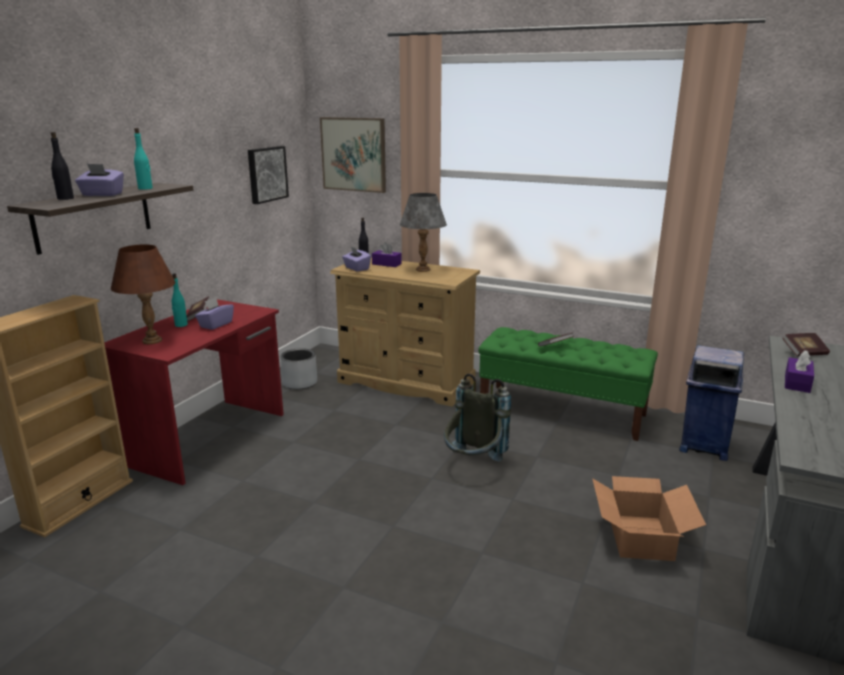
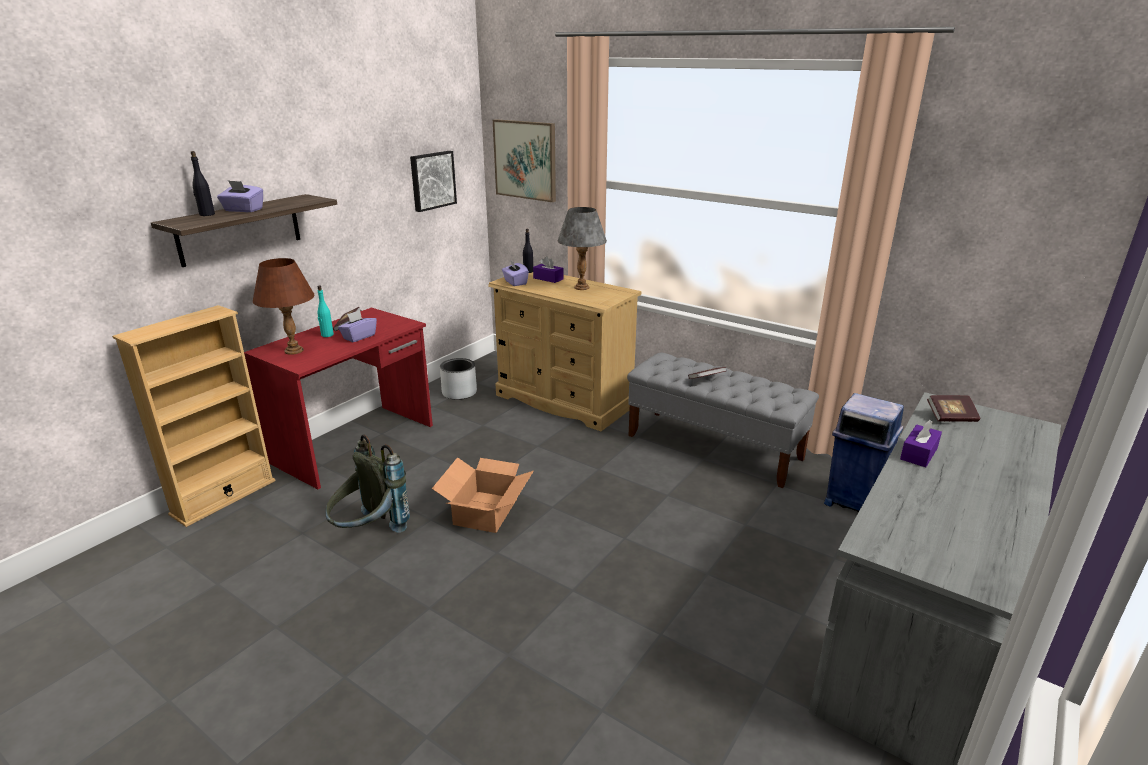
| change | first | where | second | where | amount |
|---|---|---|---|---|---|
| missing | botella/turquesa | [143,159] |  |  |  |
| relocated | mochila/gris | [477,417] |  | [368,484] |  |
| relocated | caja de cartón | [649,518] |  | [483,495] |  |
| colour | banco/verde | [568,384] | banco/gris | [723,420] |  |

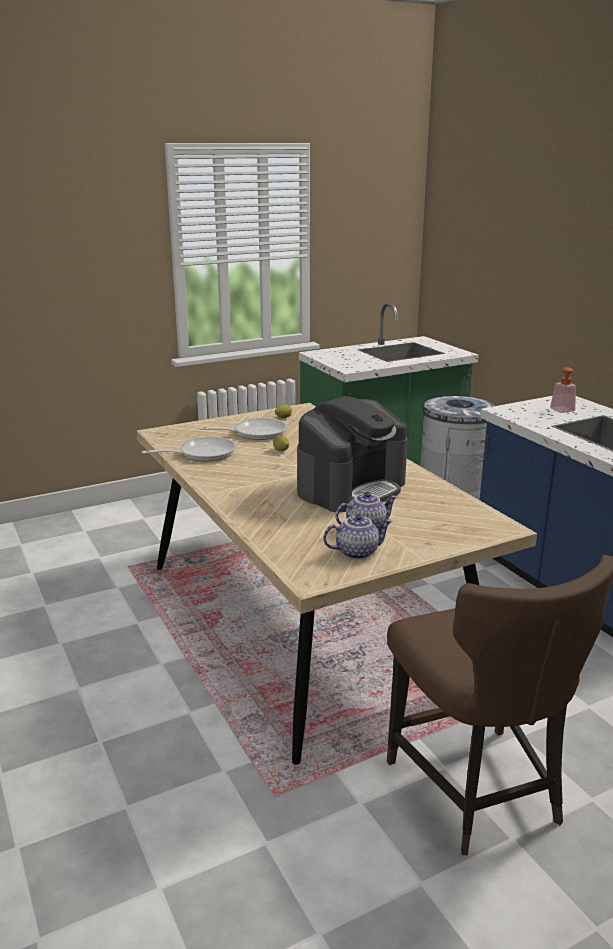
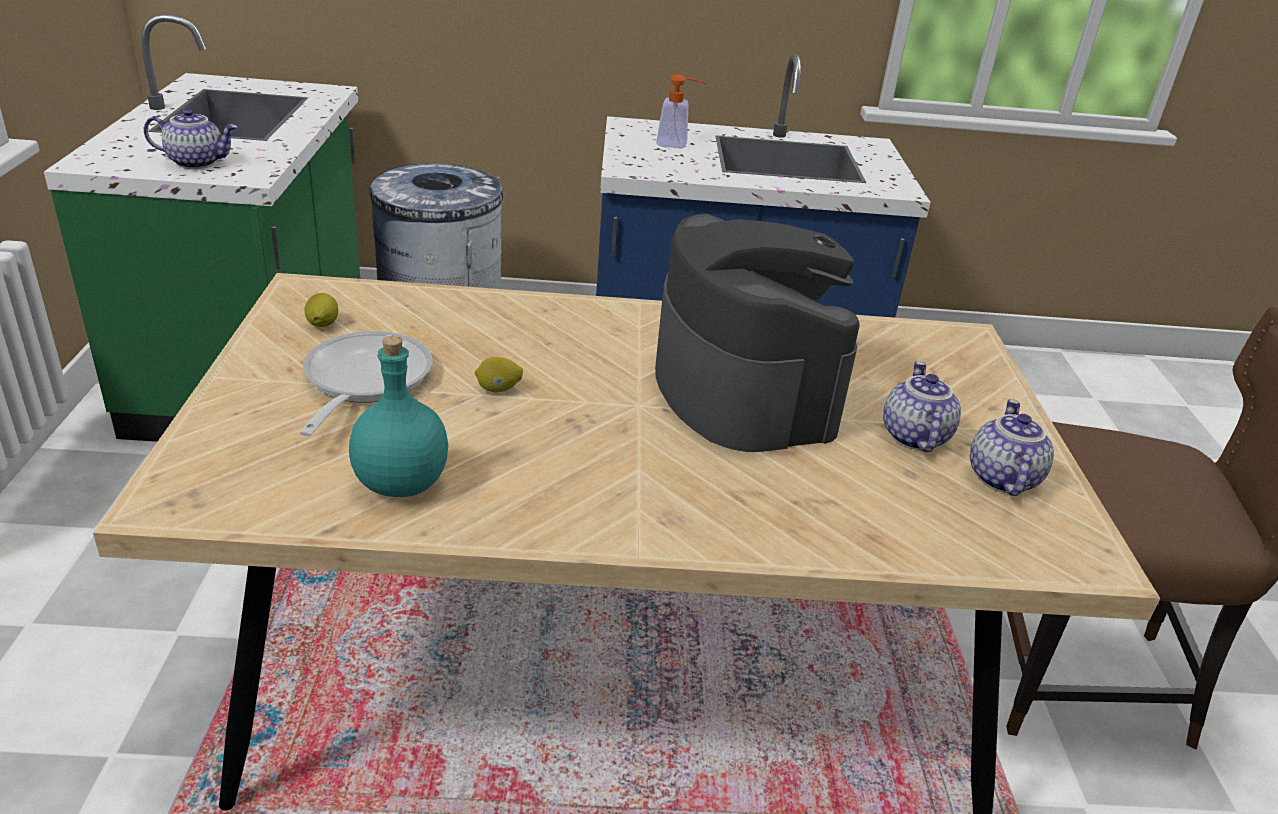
| change | first | where | second | where | amount |
|---|---|---|---|---|---|
| appeared |  |  | tetera | [190,138] |  |
| exchanged | sartén | [189,449] | botella/turquesa | [398,416] |  |

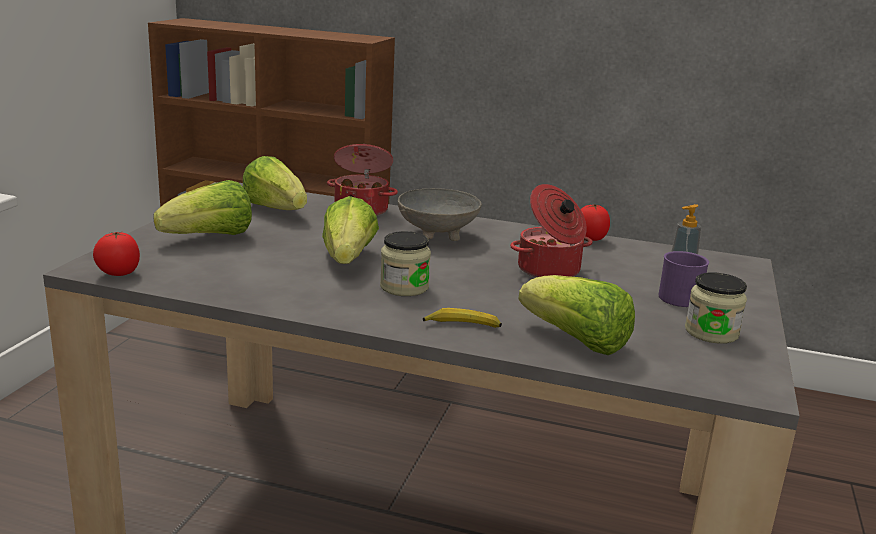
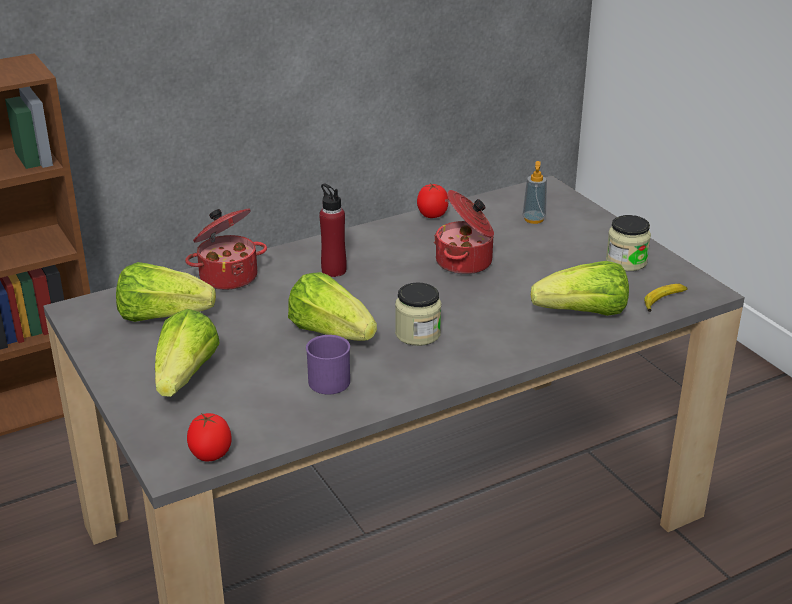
| change | first | where | second | where | amount |
|---|---|---|---|---|---|
| relocated | plátano | [462,318] |  | [665,298] |  |
| relocated | taza grande/morado | [683,279] |  | [328,364] |  |
| exchanged | cuenco/gris | [440,214] | botella/rojo | [333,230] |  |

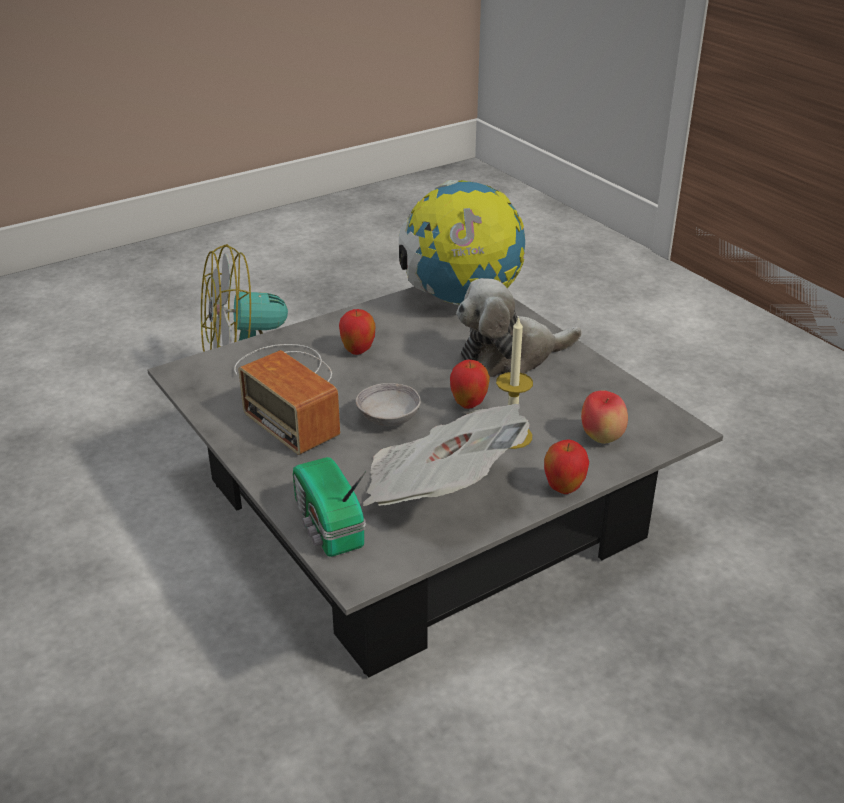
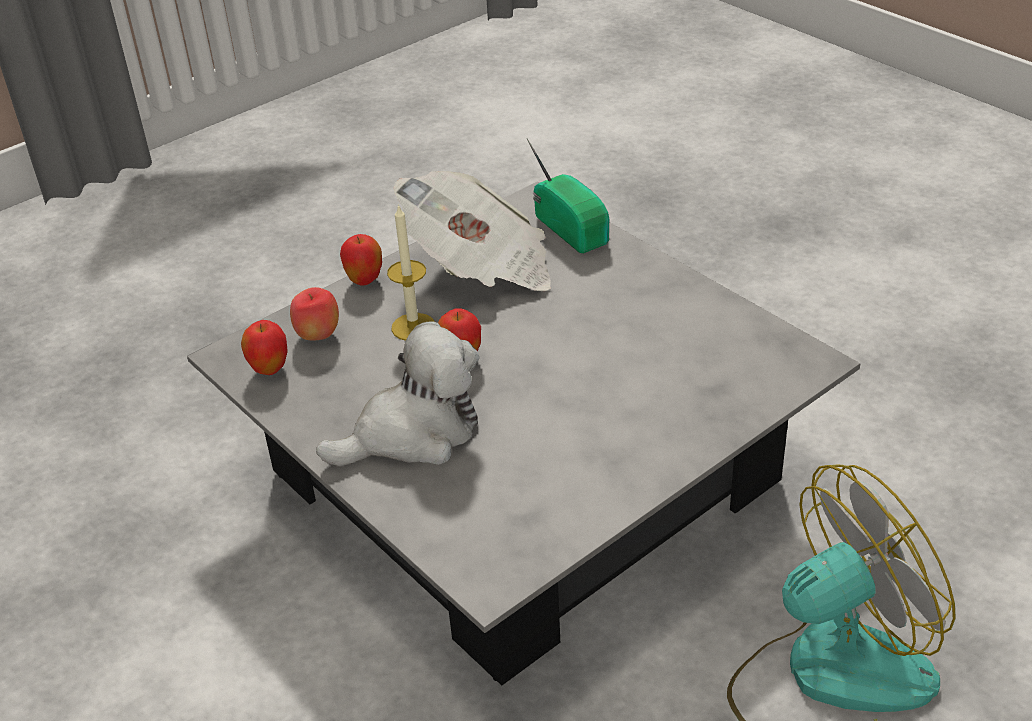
| change | first | where | second | where | amount |
|---|---|---|---|---|---|
| missing | radio | [287,399] |  |  |  |
| missing | cuenco/gris | [388,404] |  |  |  |
| missing | globo terráqueo | [462,242] |  |  |  |
| relocated | manzana | [357,332] |  | [264,347] |  |

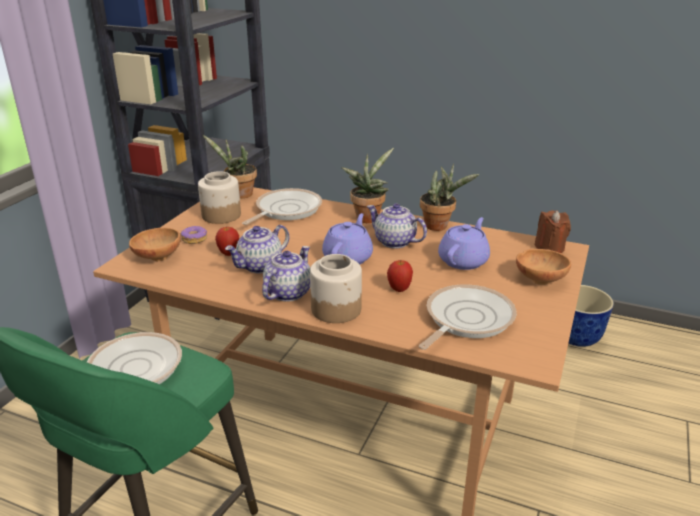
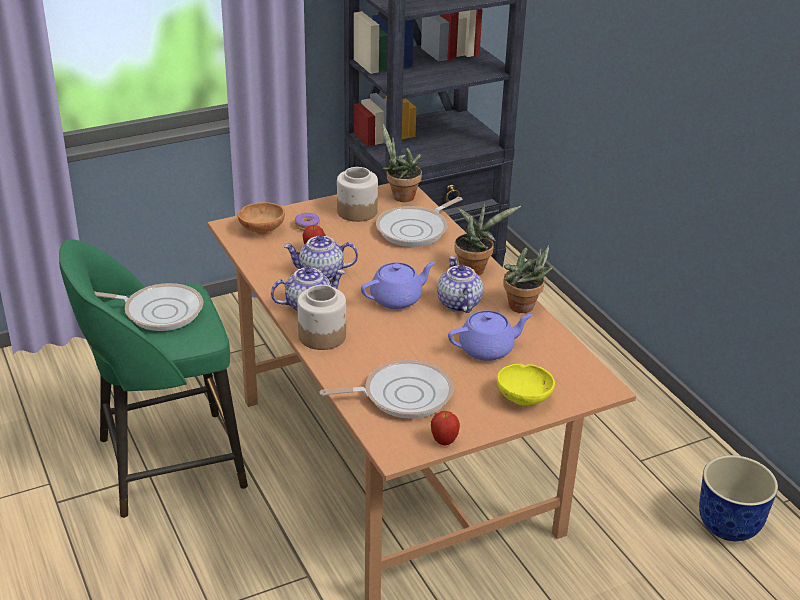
| change | first | where | second | where | amount |
|---|---|---|---|---|---|
| missing | vela/marrón | [552,231] |  |  |  |
| relocated | manzana | [400,276] |  | [445,428] |  |
| colour | cuenco/marrón | [543,267] | cuenco/amarillo | [526,384] |  |
| spun | sartén | [282,206] |  | [419,222] | 150 degrees clockwise |

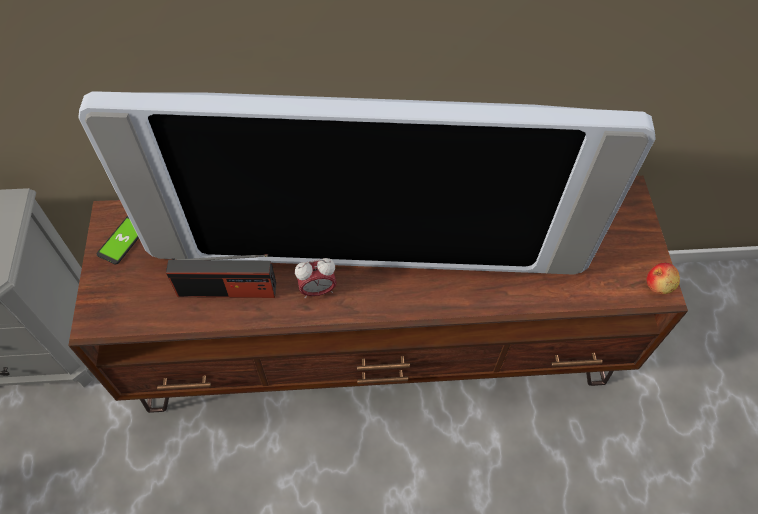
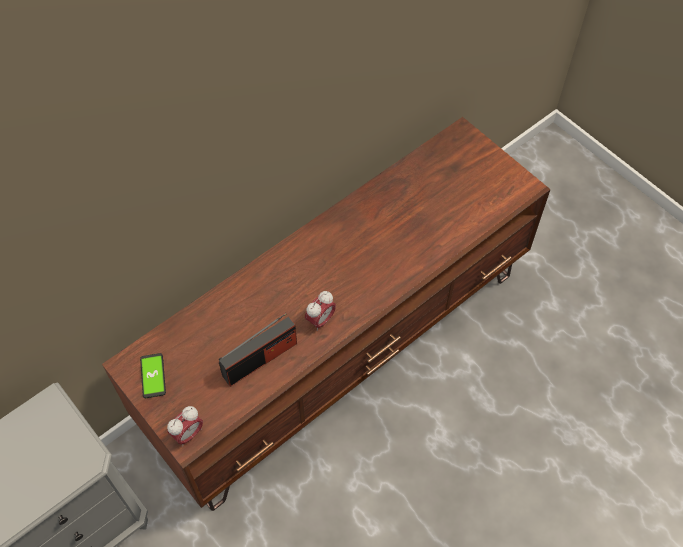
| change | first | where | second | where | amount |
|---|---|---|---|---|---|
| missing | televisor | [367,183] |  |  |  |
| missing | manzana | [663,278] |  |  |  |
| appeared |  |  | despertador | [185,426] |  |

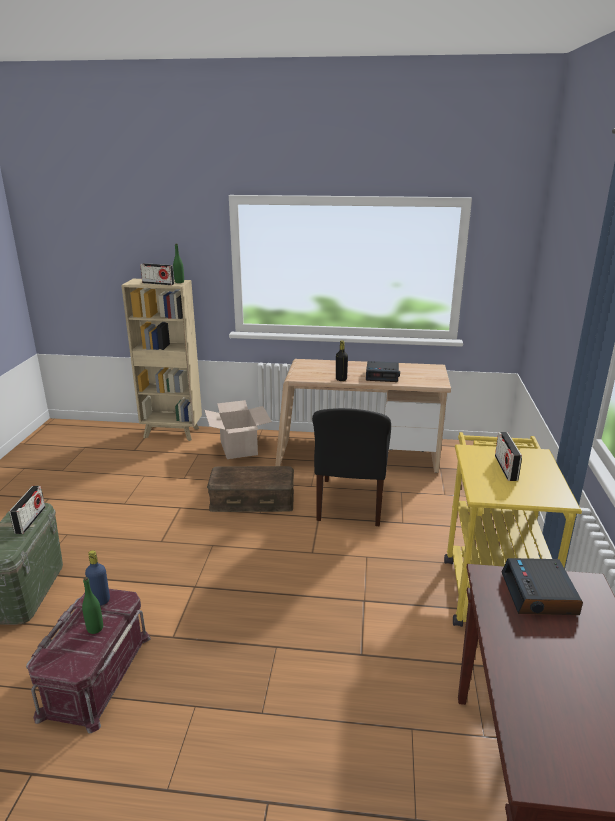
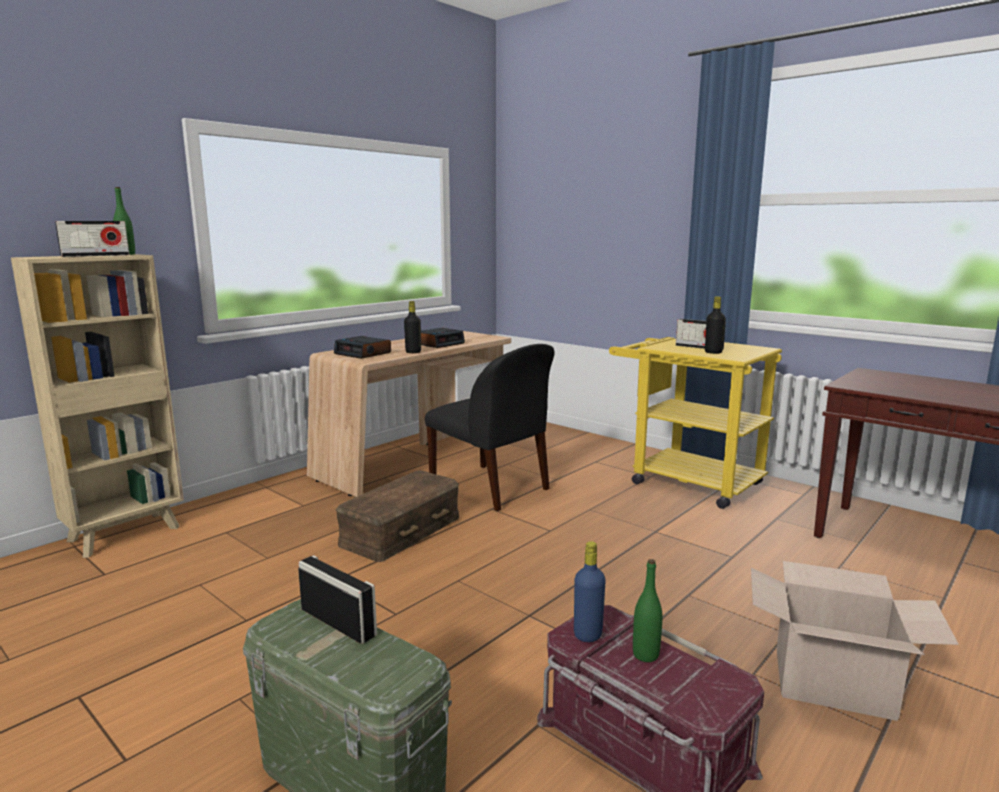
| change | first | where | second | where | amount |
|---|---|---|---|---|---|
| appeared |  |  | botella/negro | [715,325] |  |
| relocated | caja de cartón | [238,429] |  | [855,641] |  |
| relocated | despertador | [542,586] |  | [362,347] |  |

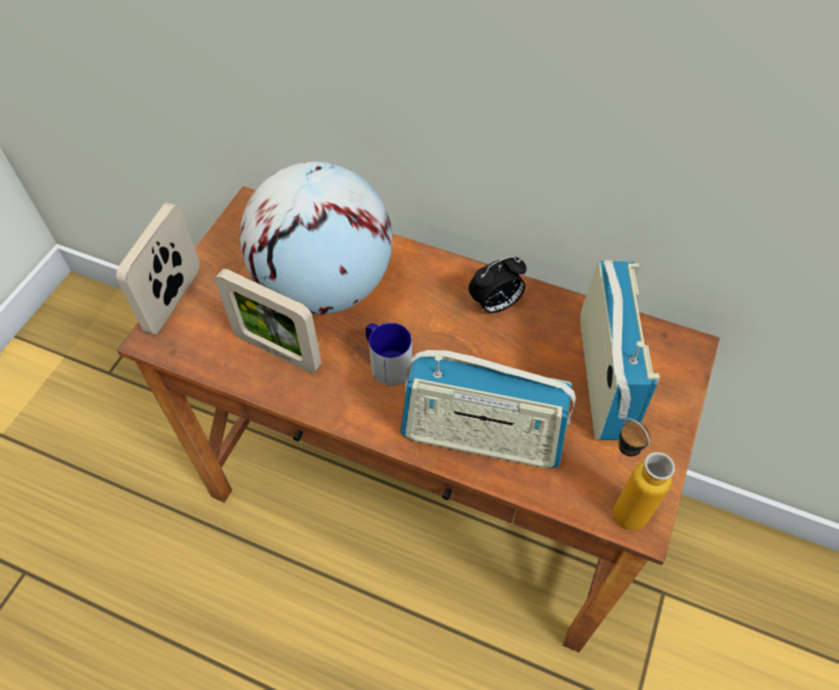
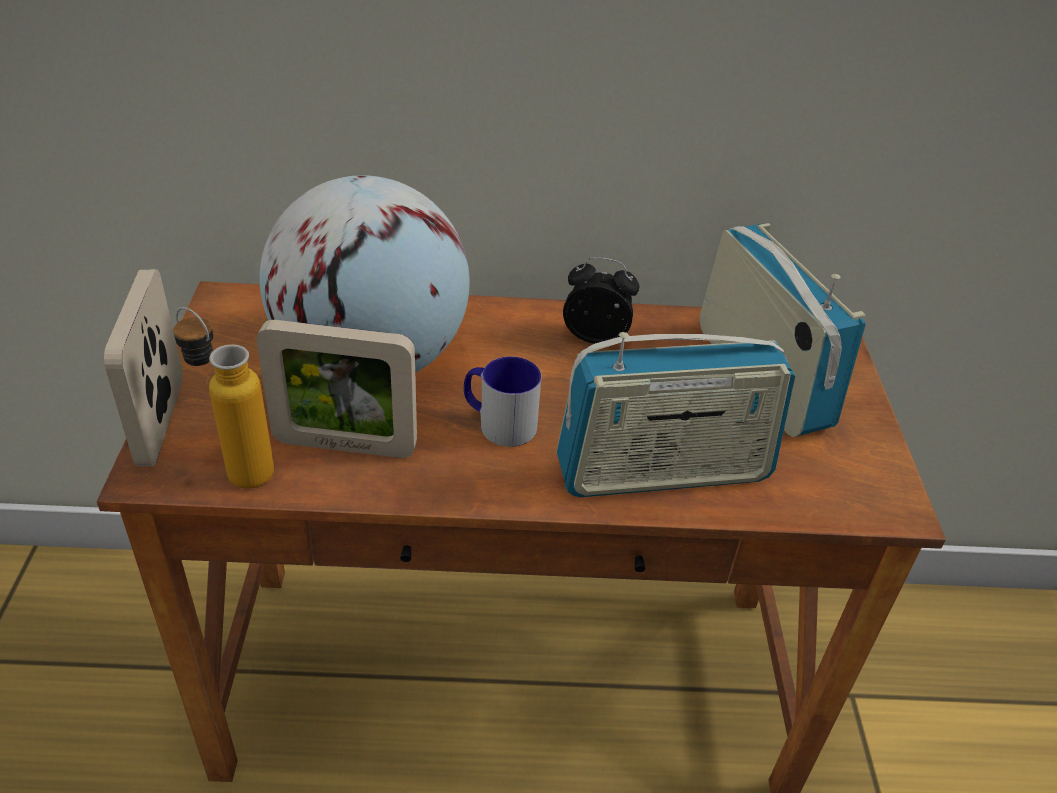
| change | first | where | second | where | amount |
|---|---|---|---|---|---|
| relocated | botella | [644,474] |  | [223,398] |  |
| spun | despertador | [498,285] |  | [601,300] | 120 degrees counterclockwise |

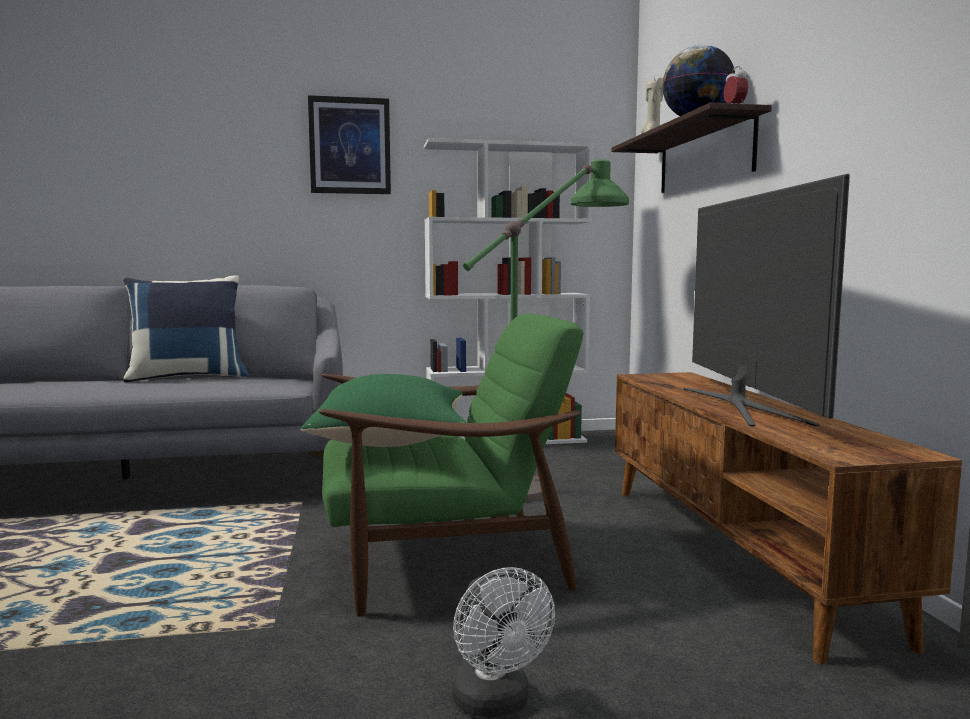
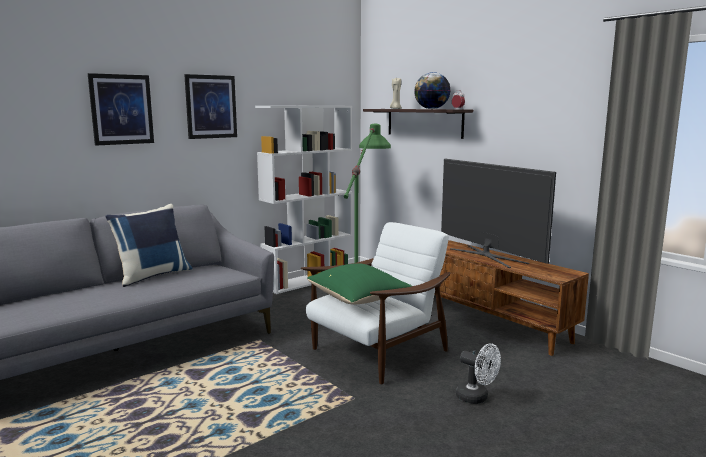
| change | first | where | second | where | amount |
|---|---|---|---|---|---|
| appeared |  |  | cuadro | [121,109] |  |
| colour | sillón/verde | [450,464] | sillón/blanco | [375,303] |  |

